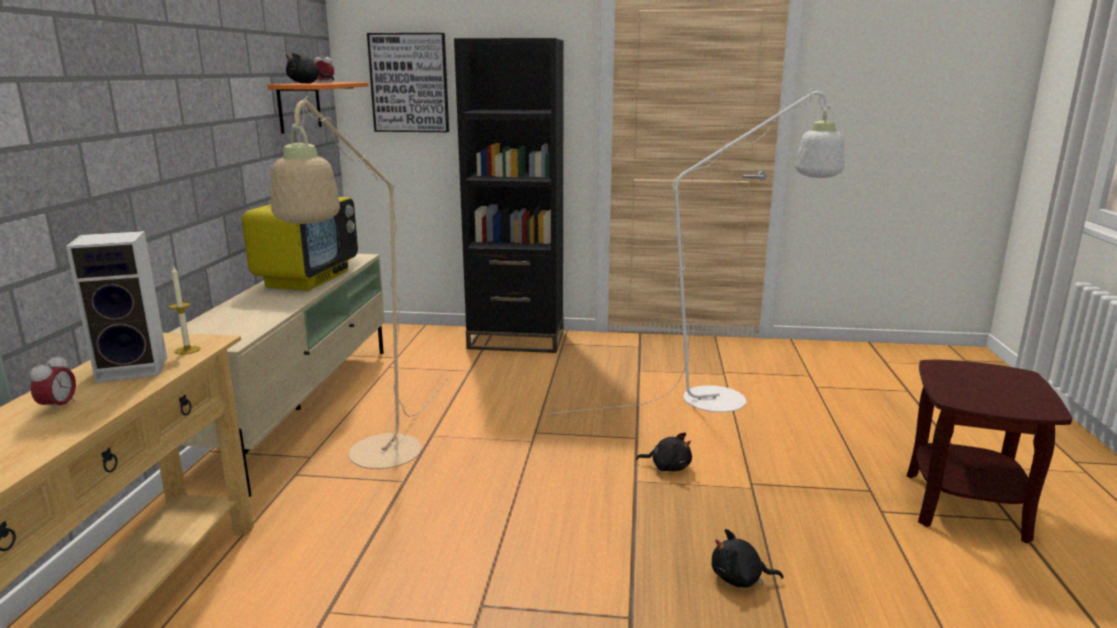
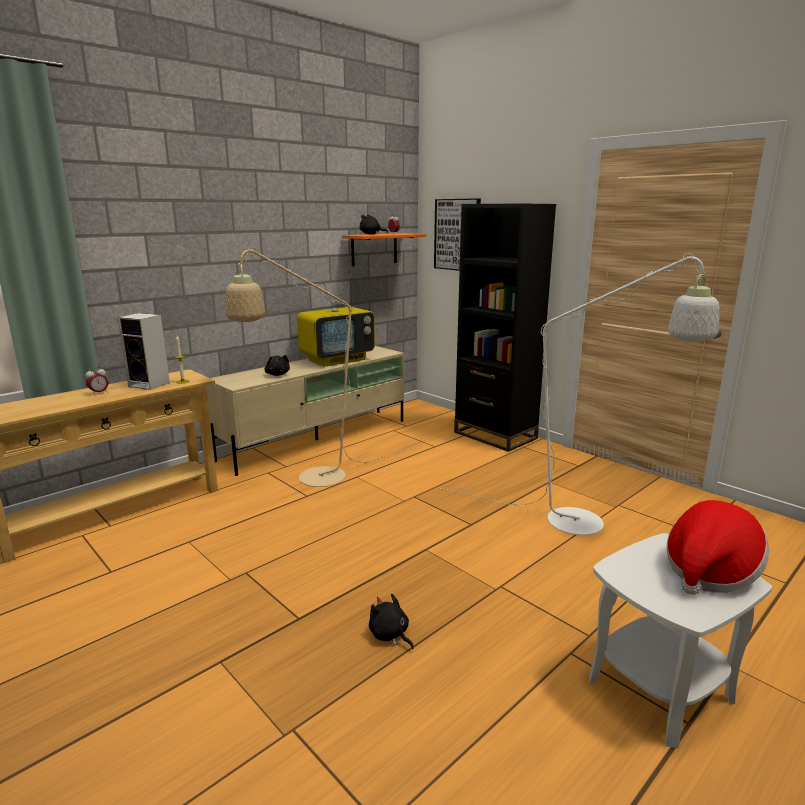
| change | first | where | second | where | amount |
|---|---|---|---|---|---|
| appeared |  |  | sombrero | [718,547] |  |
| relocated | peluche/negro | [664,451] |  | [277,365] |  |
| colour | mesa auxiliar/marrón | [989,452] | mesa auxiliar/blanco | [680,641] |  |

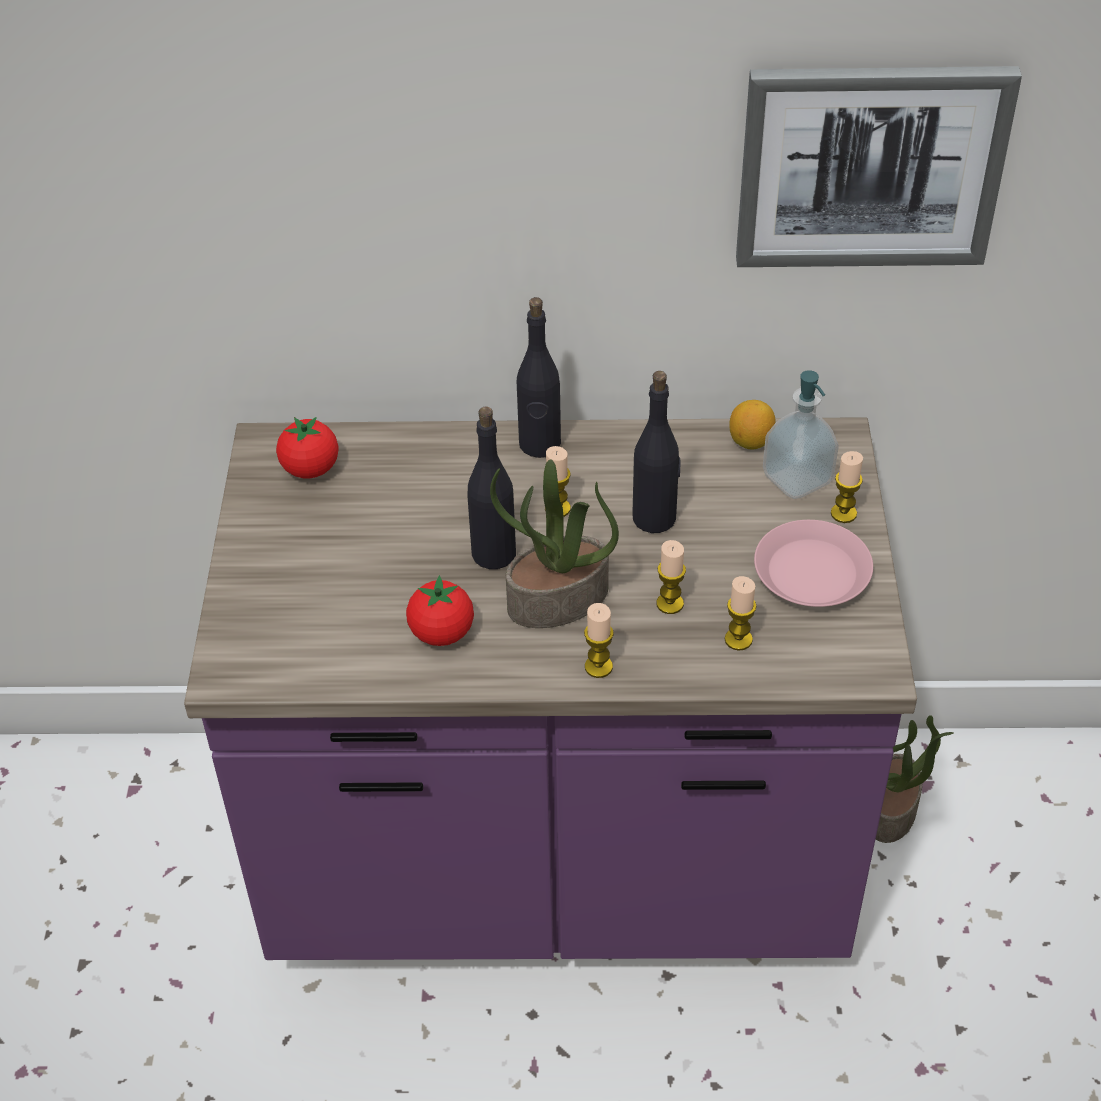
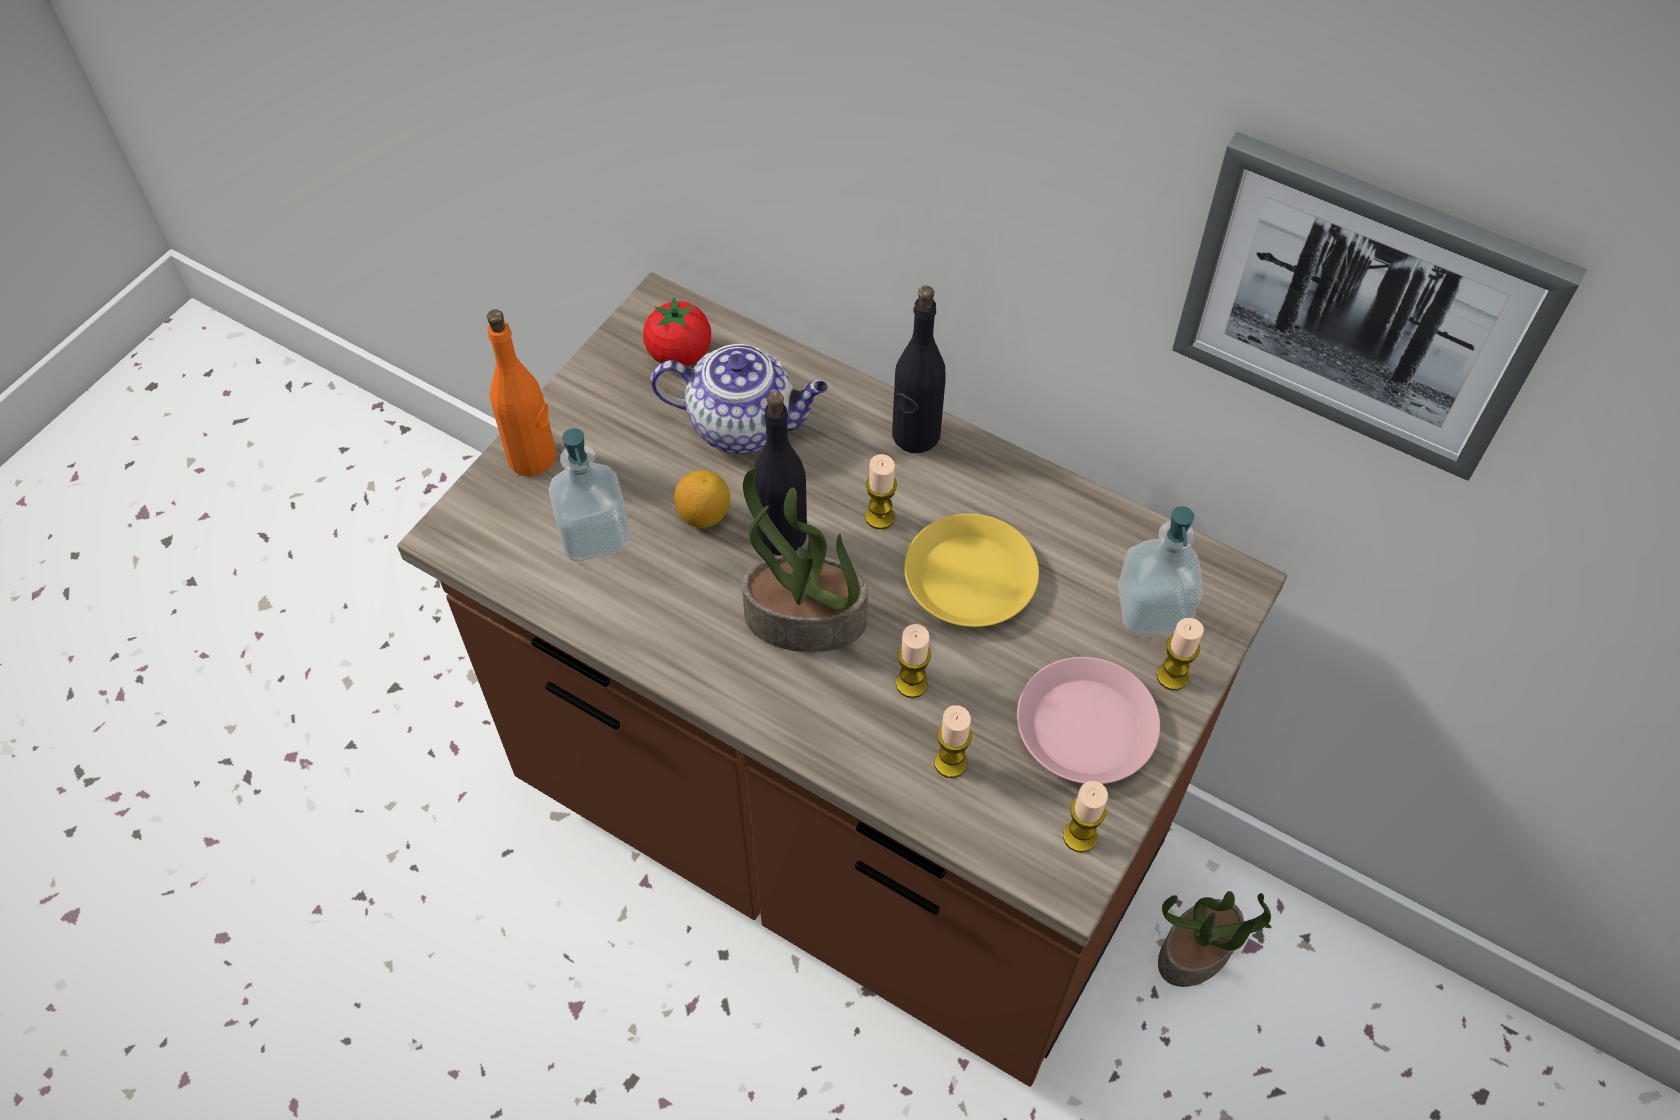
| change | first | where | second | where | amount |
|---|---|---|---|---|---|
| missing | tomate | [440,610] |  |  |  |
| appeared |  |  | botella/naranja | [522,392] |  |
| appeared |  |  | dispensador de jabón | [589,494] |  |
| appeared |  |  | tetera | [739,398] |  |
| relocated | vela | [599,640] |  | [1085,817] |  |
| relocated | limón | [752,425] |  | [702,499] |  |
| exchanged | botella/negro | [656,452] | plato/amarillo | [971,570] |  |
| colour | mueble bajo de cocina/morado | [550,688] | mueble bajo de cocina/marrón | [842,679] |  |

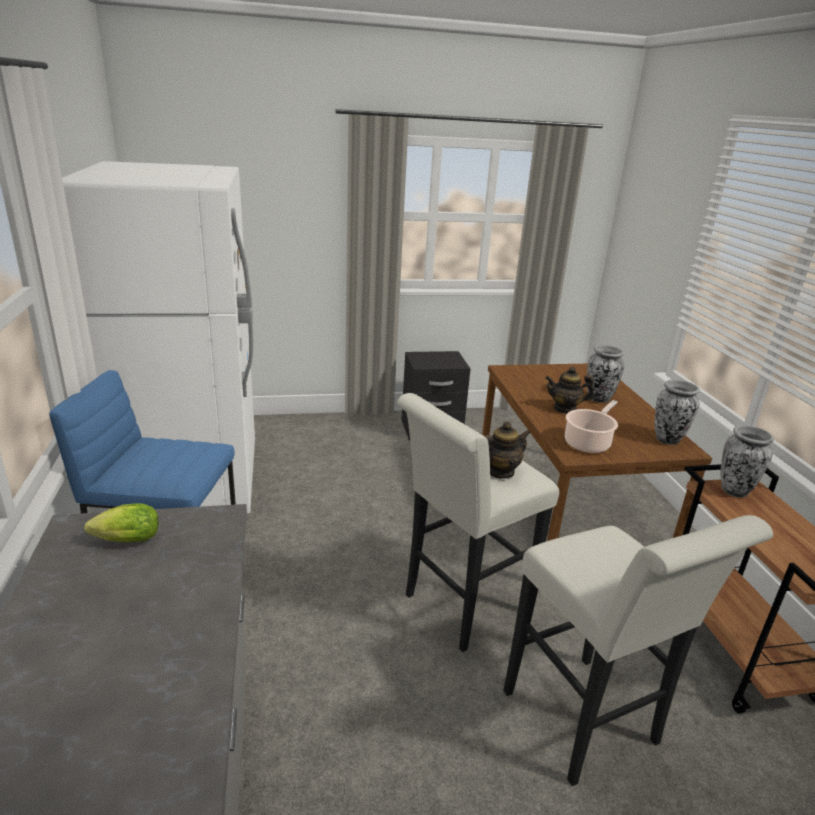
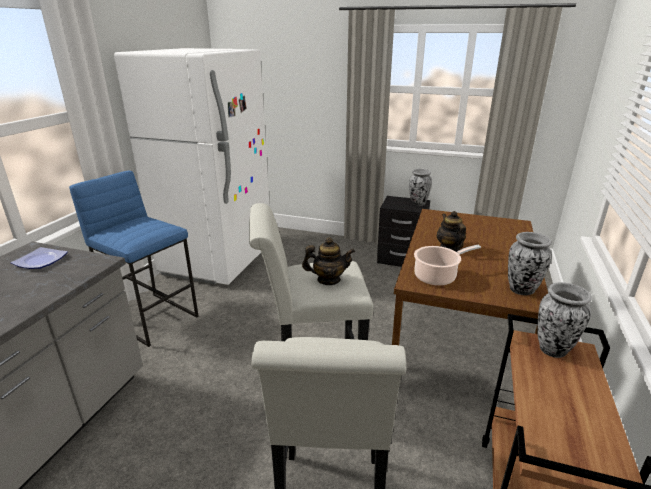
| change | first | where | second | where | amount |
|---|---|---|---|---|---|
| relocated | florero | [605,374] |  | [420,187] |  |
| exchanged | lechuga | [121,522] | plato | [39,258] |  |
| spun | tetera | [569,390] |  | [451,231] | 45 degrees clockwise |

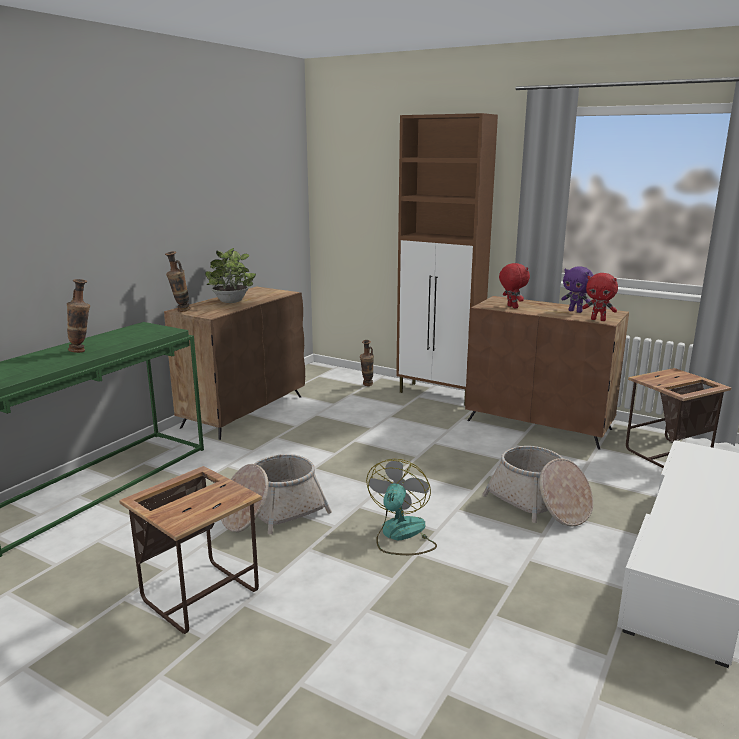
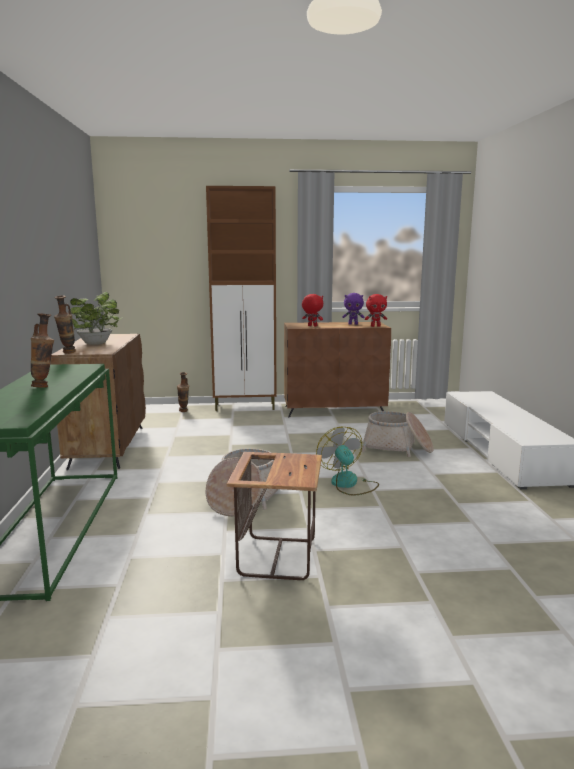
| change | first | where | second | where | amount |
|---|---|---|---|---|---|
| missing | mesa auxiliar | [678,418] |  |  |  |

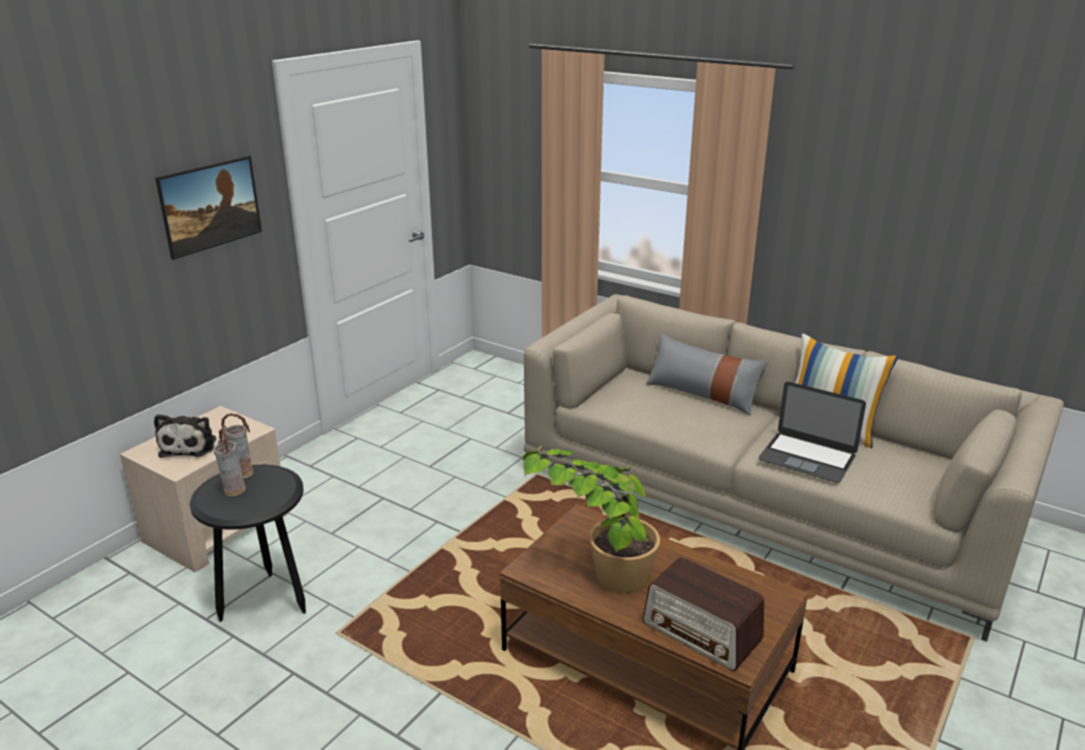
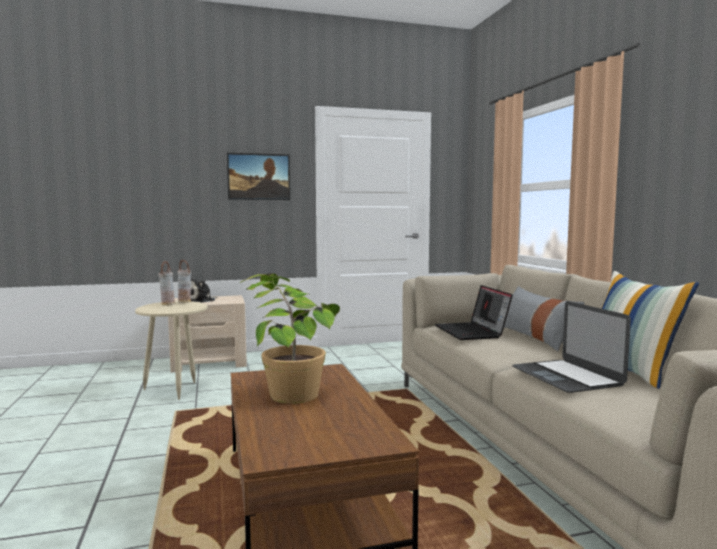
| change | first | where | second | where | amount |
|---|---|---|---|---|---|
| missing | radio | [703,614] |  |  |  |
| appeared |  |  | portátil | [474,312] |  |
| colour | mesa auxiliar/negro | [248,543] | mesa auxiliar/beis | [171,350] |  |

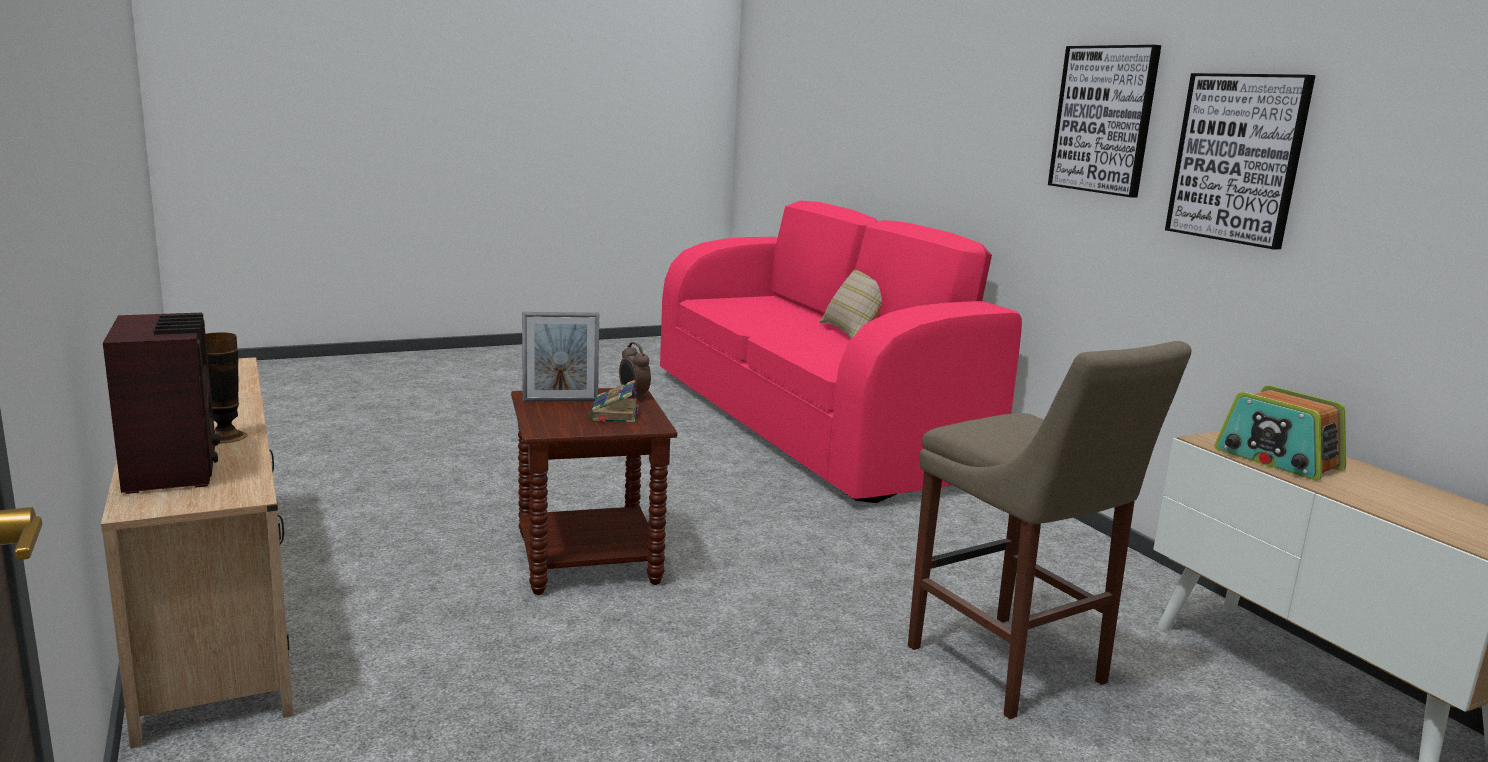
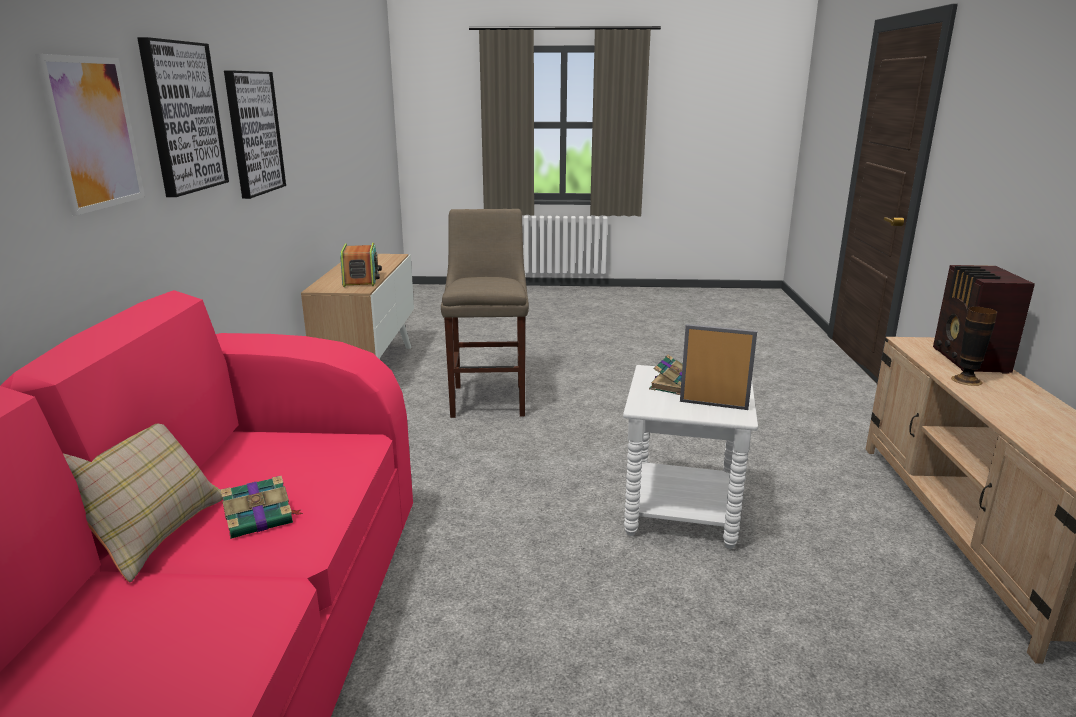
| change | first | where | second | where | amount |
|---|---|---|---|---|---|
| missing | despertador | [635,370] |  |  |  |
| appeared |  |  | cuadro | [90,135] |  |
| appeared |  |  | libro | [261,507] |  |
| colour | mesa auxiliar/marrón | [594,491] | mesa auxiliar/blanco | [690,457] |  |

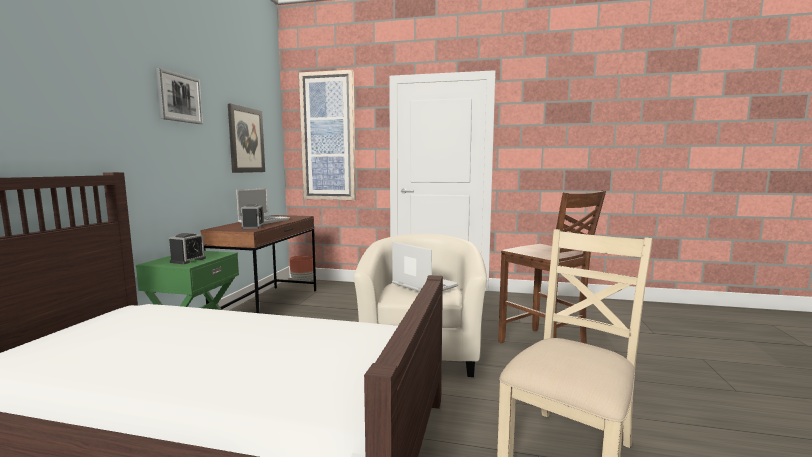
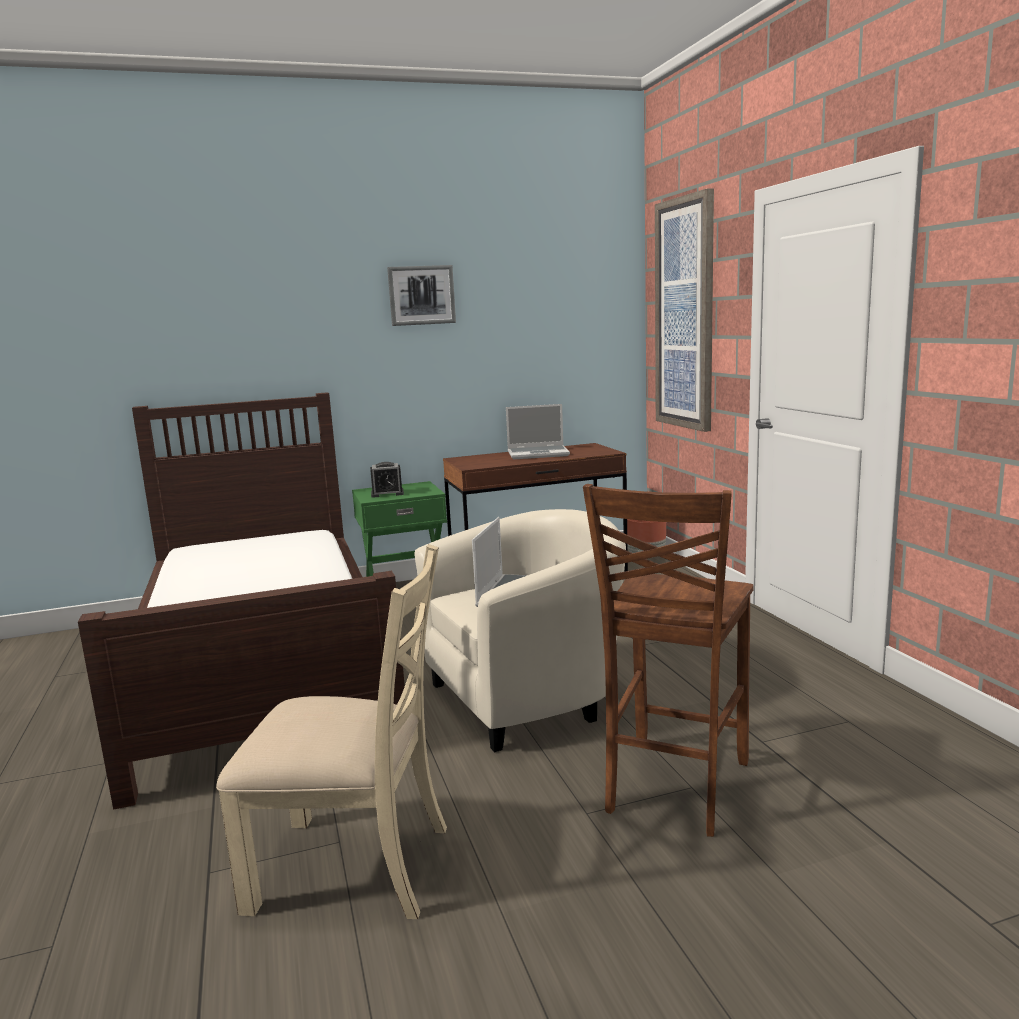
| change | first | where | second | where | amount |
|---|---|---|---|---|---|
| missing | cuadro | [246,138] |  |  |  |
| missing | despertador | [252,216] |  |  |  |

